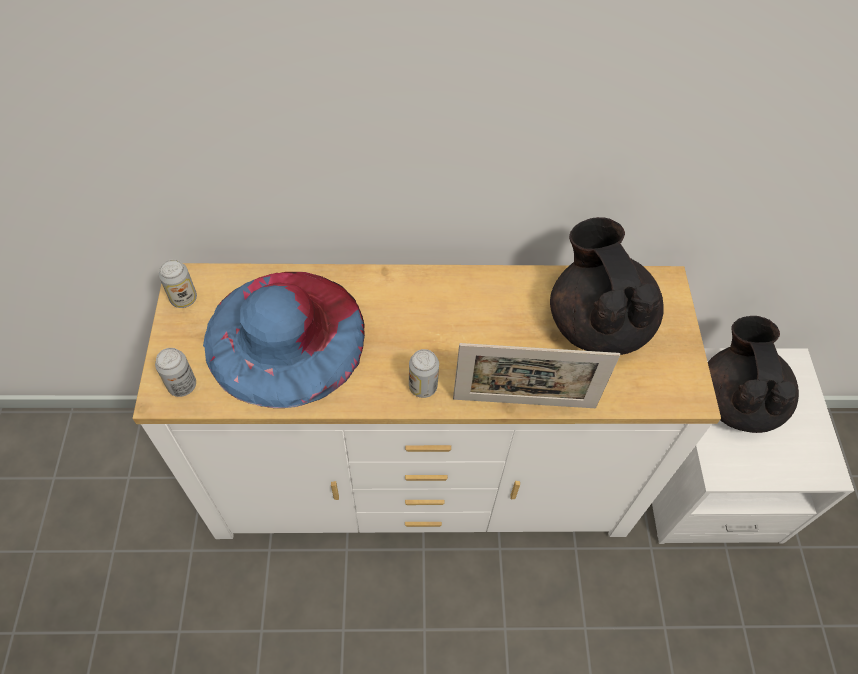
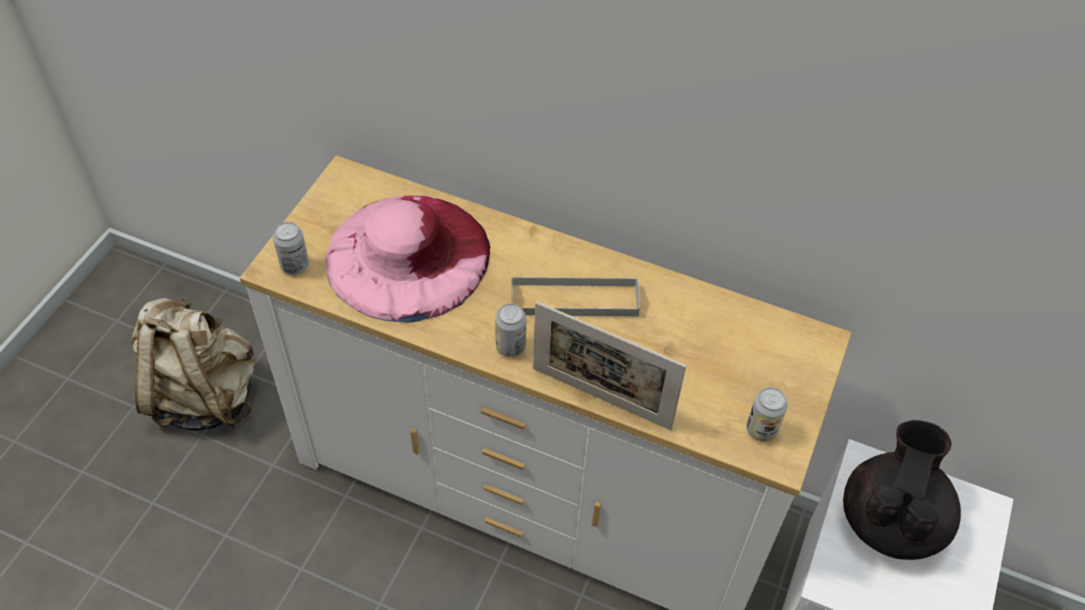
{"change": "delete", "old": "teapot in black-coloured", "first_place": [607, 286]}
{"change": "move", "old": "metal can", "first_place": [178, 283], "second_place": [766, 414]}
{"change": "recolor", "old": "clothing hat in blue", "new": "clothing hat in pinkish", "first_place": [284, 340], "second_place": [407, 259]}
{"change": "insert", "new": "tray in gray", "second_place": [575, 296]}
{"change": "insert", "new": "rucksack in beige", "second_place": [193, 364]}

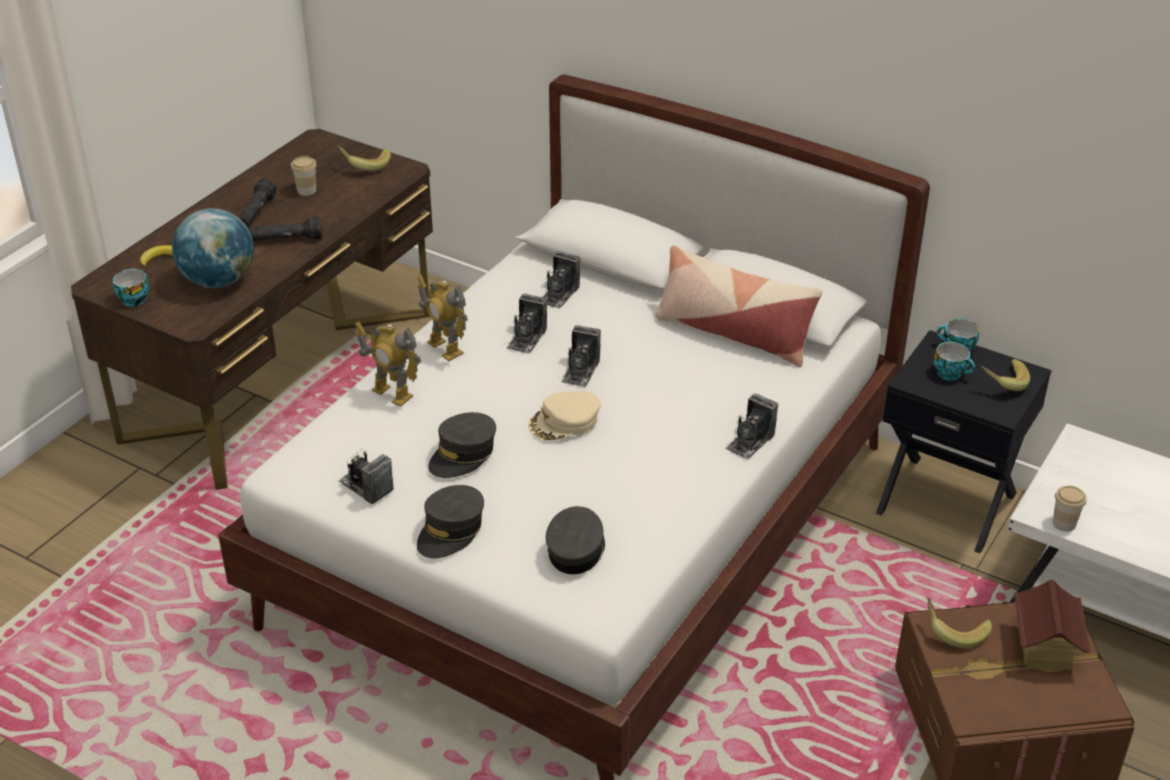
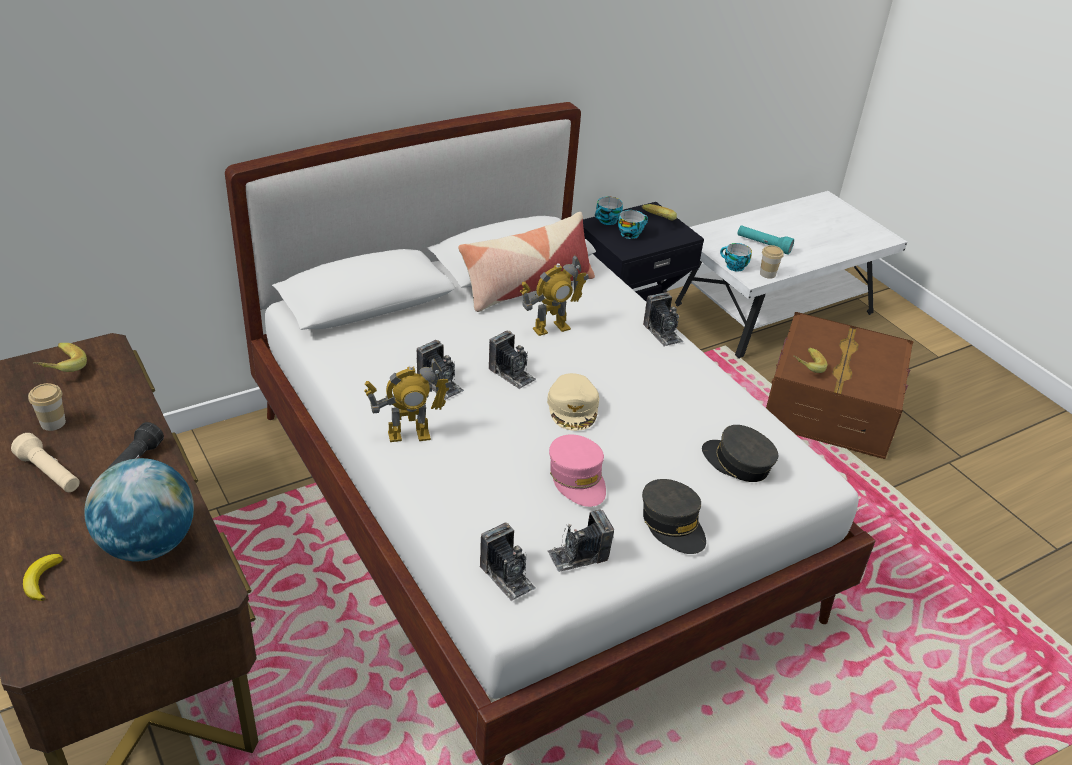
{"change": "recolor", "old": "torch in black-coloured", "new": "torch in beige", "first_place": [257, 203], "second_place": [45, 462]}
{"change": "move", "old": "still camera", "first_place": [561, 280], "second_place": [507, 562]}
{"change": "move", "old": "cup", "first_place": [131, 288], "second_place": [736, 257]}
{"change": "move", "old": "robot figure", "first_place": [388, 364], "second_place": [554, 295]}
{"change": "recolor", "old": "peaked cap in gray", "new": "peaked cap in pinkish", "first_place": [462, 445], "second_place": [577, 470]}
{"change": "delete", "old": "toy house", "first_place": [1052, 624]}
{"change": "insert", "new": "torch in turquoise", "second_place": [765, 240]}

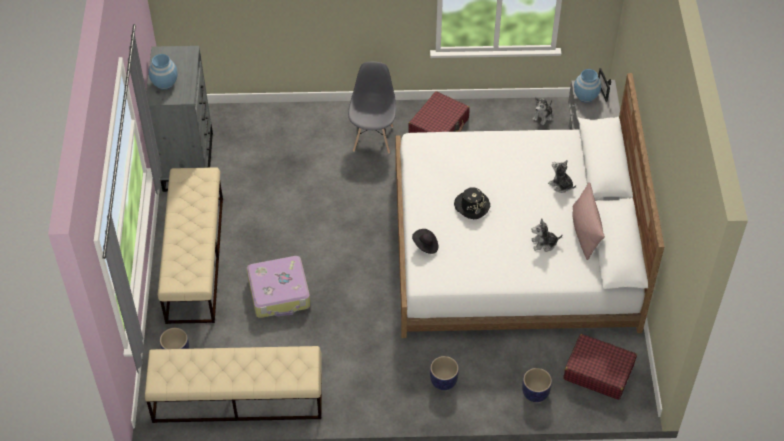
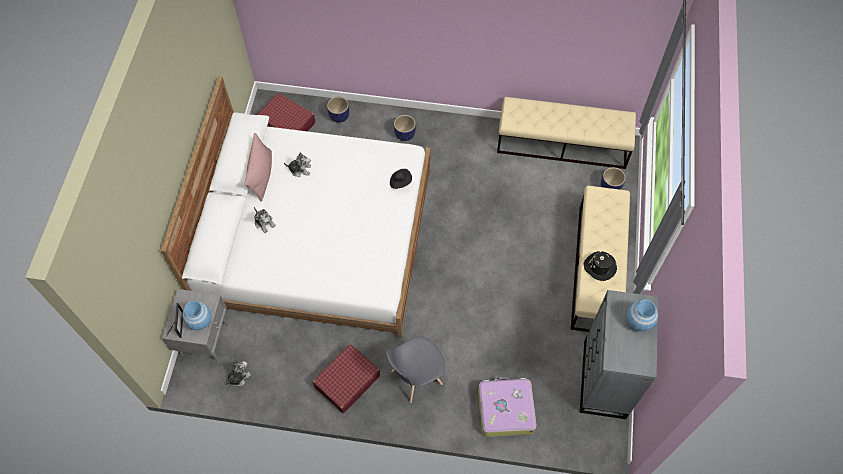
{"change": "rotate", "old": "upright chair in gray", "first_place": [372, 107], "second_place": [415, 370], "degrees": 45}
{"change": "move", "old": "clothing hat in black-coloured", "first_place": [472, 203], "second_place": [600, 266]}
{"change": "move", "old": "piece of luggage", "first_place": [278, 287], "second_place": [507, 407]}

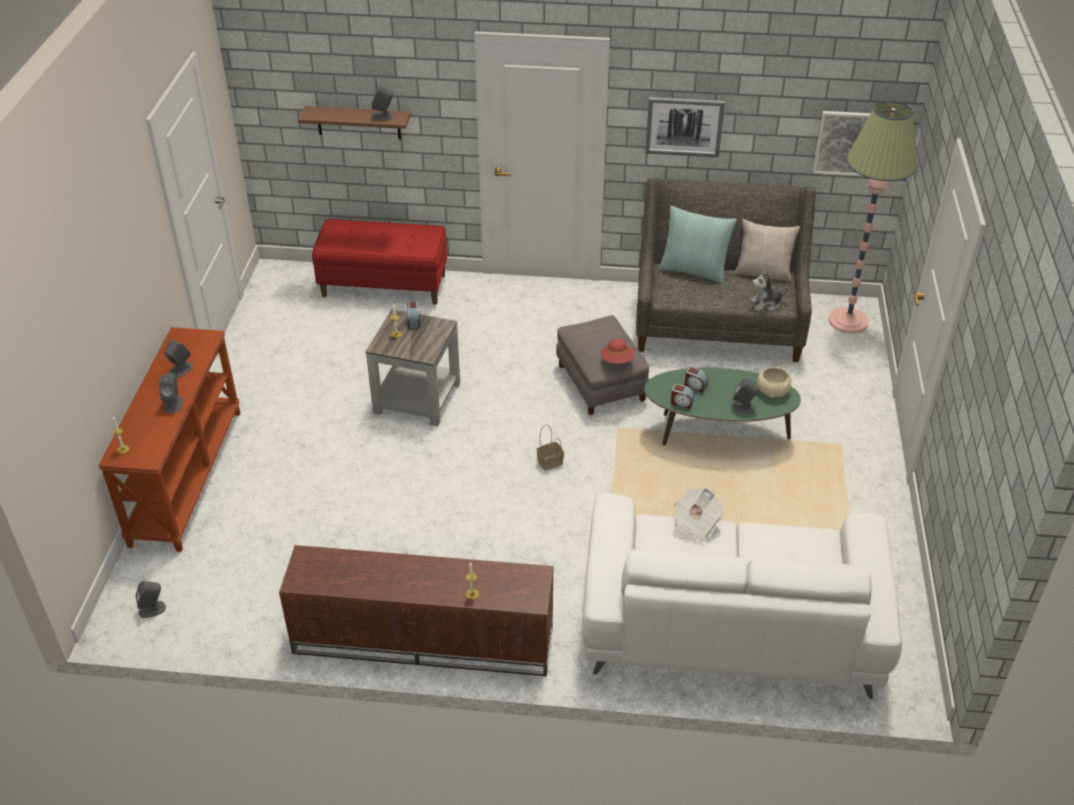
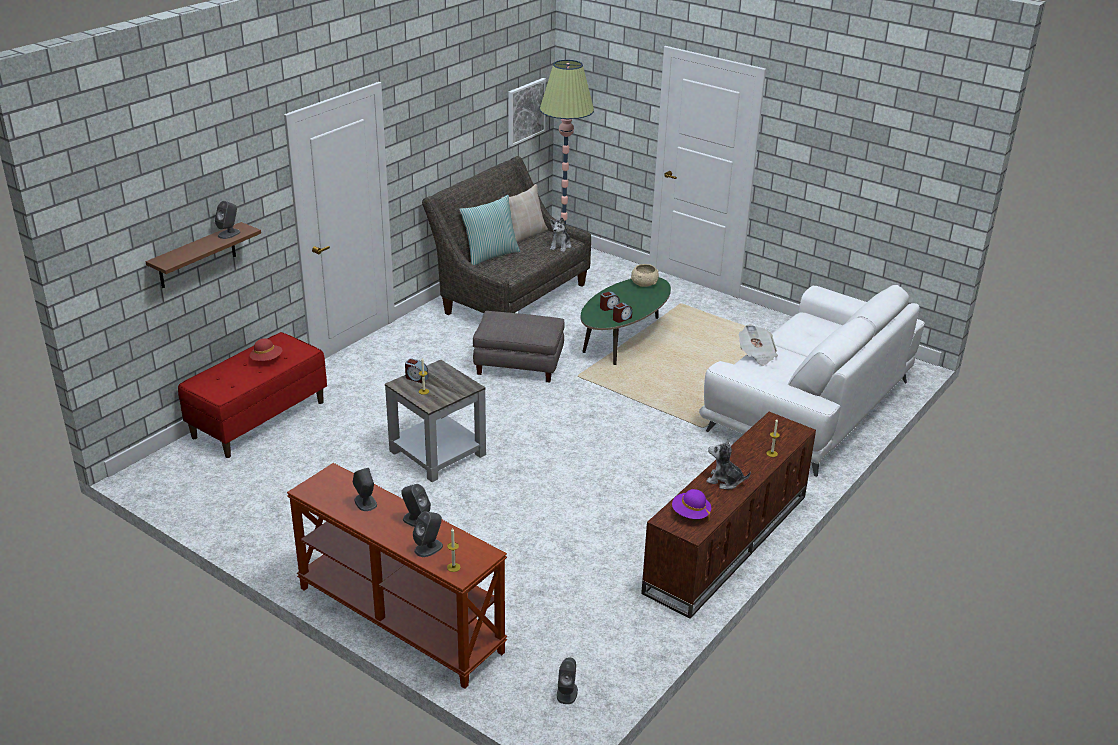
{"change": "delete", "old": "wall art", "first_place": [685, 127]}
{"change": "move", "old": "clothing hat in red", "first_place": [617, 351], "second_place": [265, 349]}
{"change": "move", "old": "loudspeaker in gray", "first_place": [745, 396], "second_place": [428, 534]}
{"change": "delete", "old": "basket", "first_place": [550, 448]}
{"change": "insert", "new": "plush toy", "second_place": [728, 464]}
{"change": "insert", "new": "clothing hat in purple", "second_place": [691, 505]}

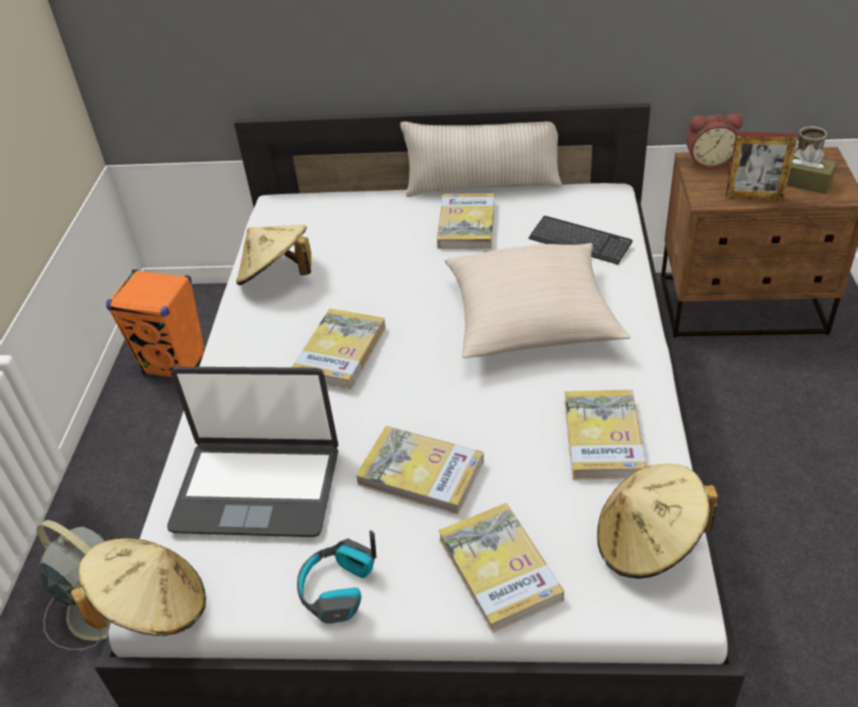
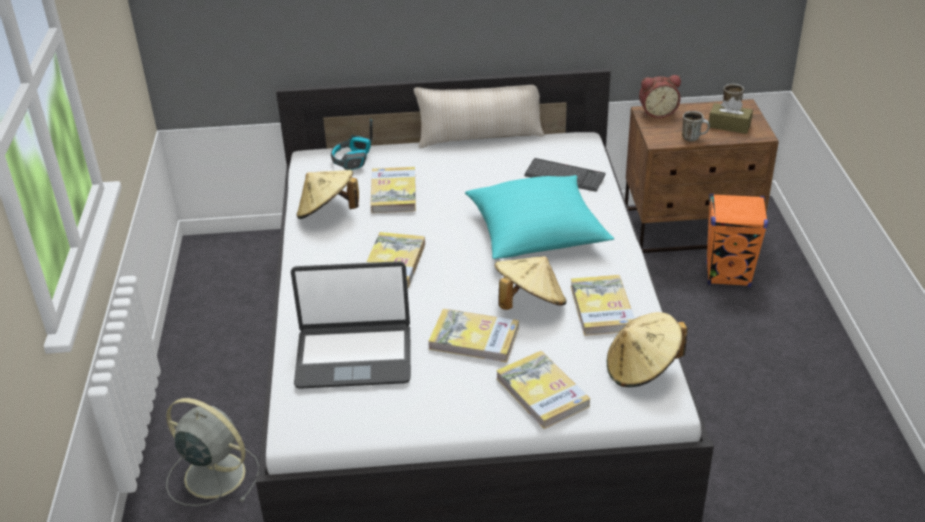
{"change": "replace", "old": "picture frame", "new": "mug", "first_place": [762, 166], "second_place": [696, 126]}
{"change": "move", "old": "bound book", "first_place": [465, 221], "second_place": [393, 190]}
{"change": "recolor", "old": "cushion in beige", "new": "cushion in turquoise", "first_place": [538, 300], "second_place": [539, 217]}
{"change": "move", "old": "loudspeaker in orange-coloured", "first_place": [156, 323], "second_place": [737, 240]}
{"change": "move", "old": "pair of headphones", "first_place": [337, 577], "second_place": [352, 144]}
{"change": "move", "old": "clothing hat in beige", "first_place": [138, 587], "second_place": [530, 283]}

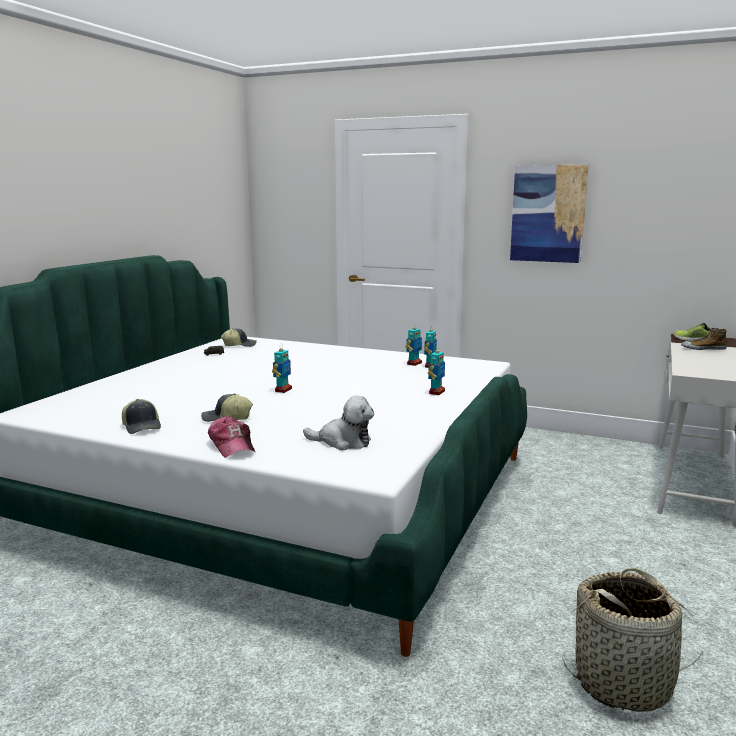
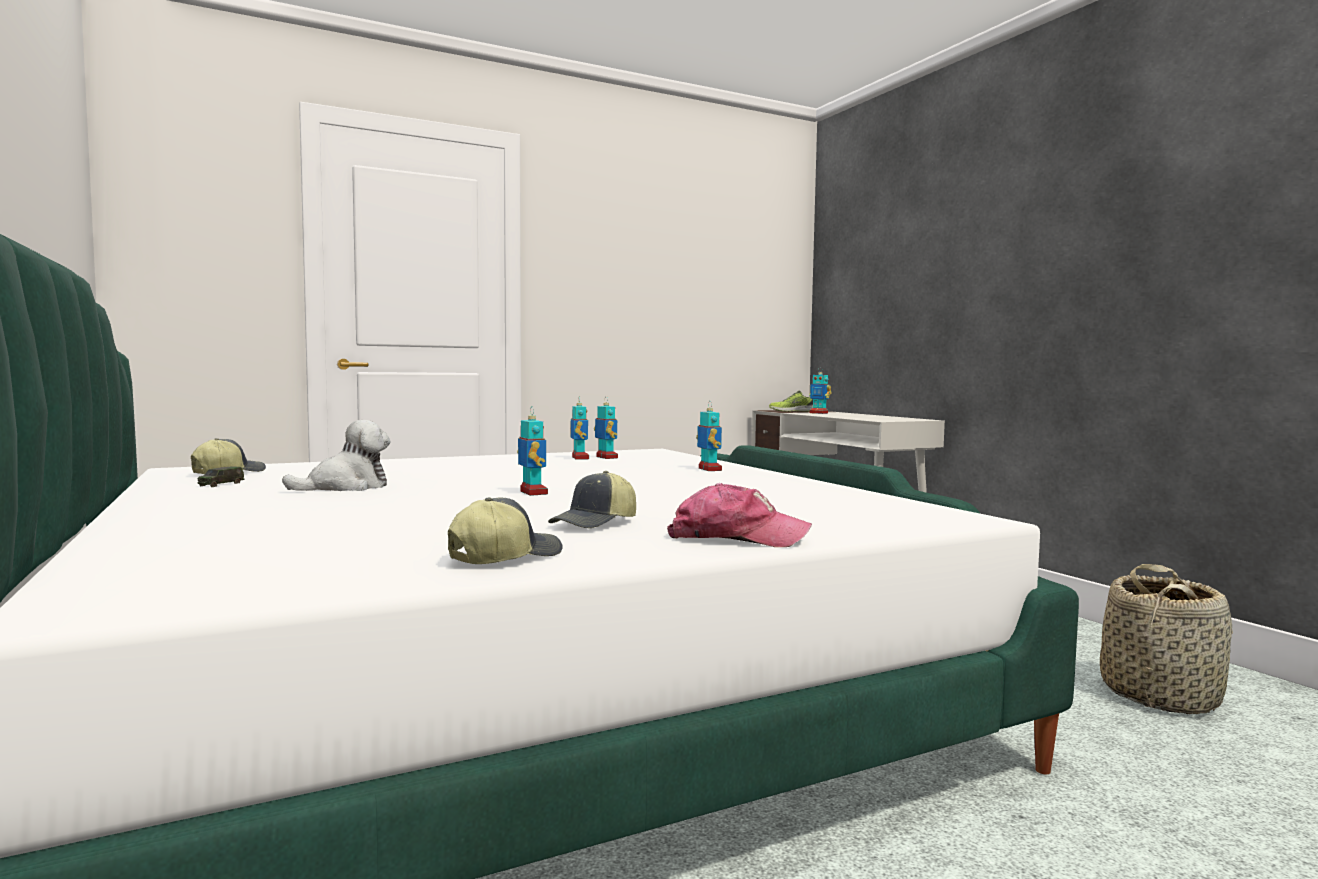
{"change": "delete", "old": "wall art", "first_place": [549, 214]}
{"change": "replace", "old": "shoe", "new": "robot figure", "first_place": [704, 339], "second_place": [820, 390]}
{"change": "move", "old": "plush toy", "first_place": [338, 422], "second_place": [336, 455]}
{"change": "rotate", "old": "peaked cap", "first_place": [141, 416], "second_place": [505, 530], "degrees": -60}

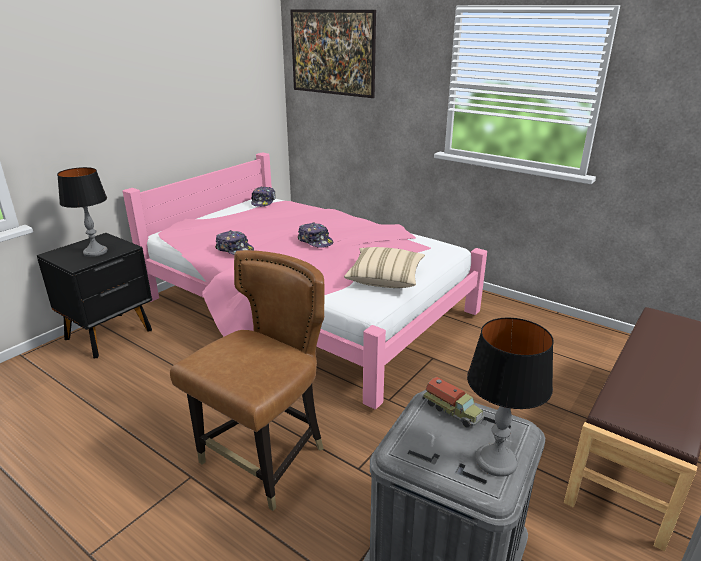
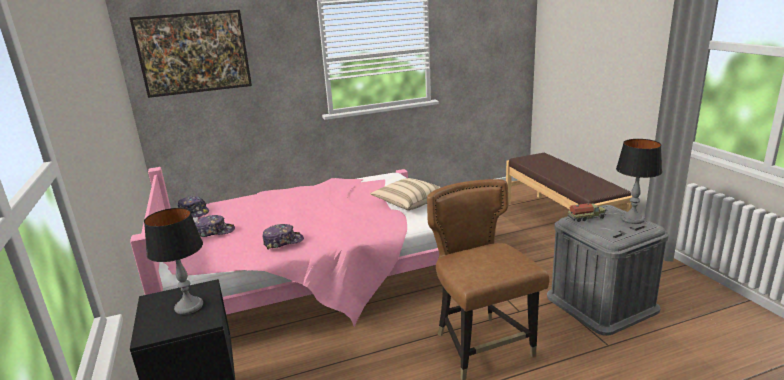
{"change": "move", "old": "peaked cap", "first_place": [315, 235], "second_place": [215, 226]}

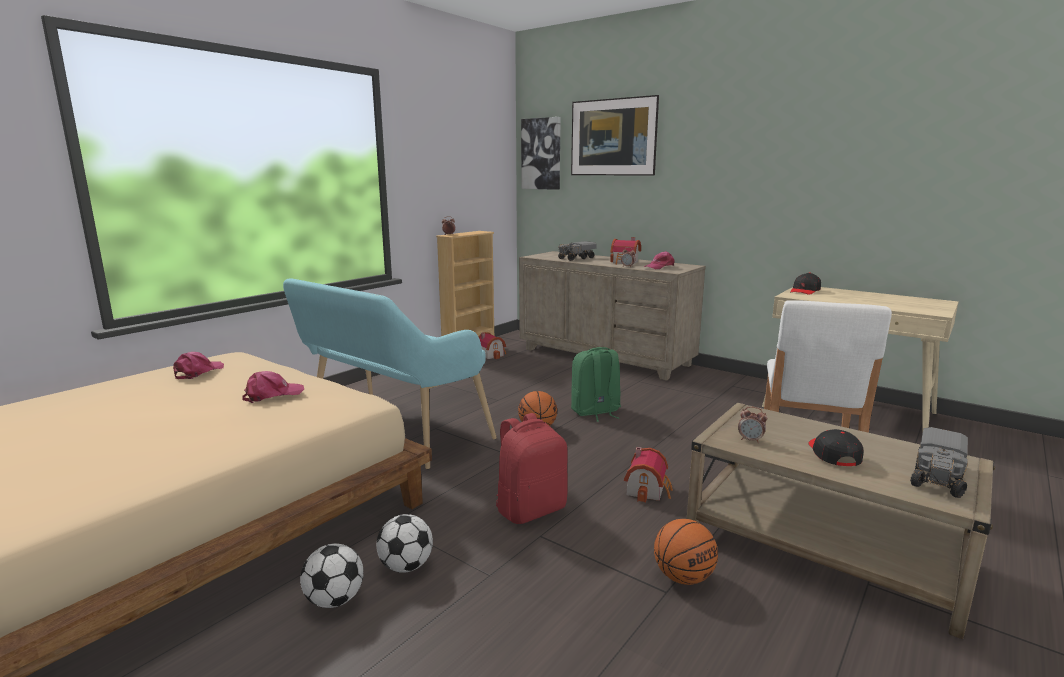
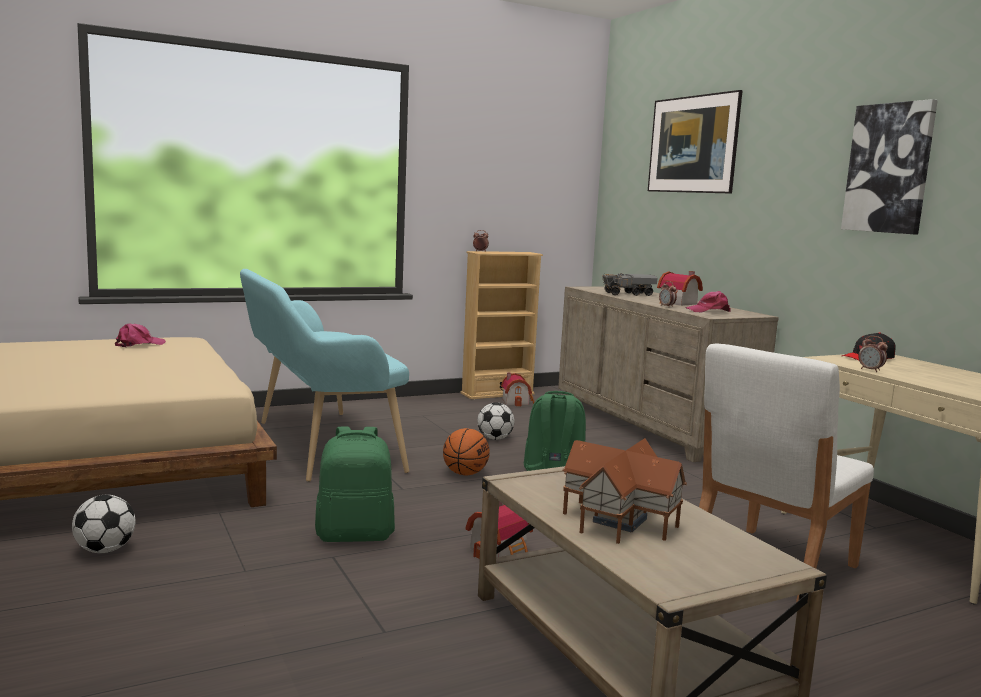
{"change": "move", "old": "wall art", "first_place": [541, 153], "second_place": [889, 167]}
{"change": "delete", "old": "peaked cap in pinkish", "first_place": [273, 387]}
{"change": "move", "old": "table clock", "first_place": [752, 425], "second_place": [873, 354]}
{"change": "recolor", "old": "rucksack in red", "new": "rucksack in green-coloured", "first_place": [532, 468], "second_place": [355, 484]}
{"change": "delete", "old": "toy truck", "first_place": [939, 462]}
{"change": "replace", "old": "peaked cap in black-coloured", "new": "toy house", "first_place": [836, 447], "second_place": [624, 491]}
{"change": "move", "old": "football", "first_place": [404, 543], "second_place": [496, 421]}
{"change": "delete", "old": "basketball ball", "first_place": [686, 552]}

